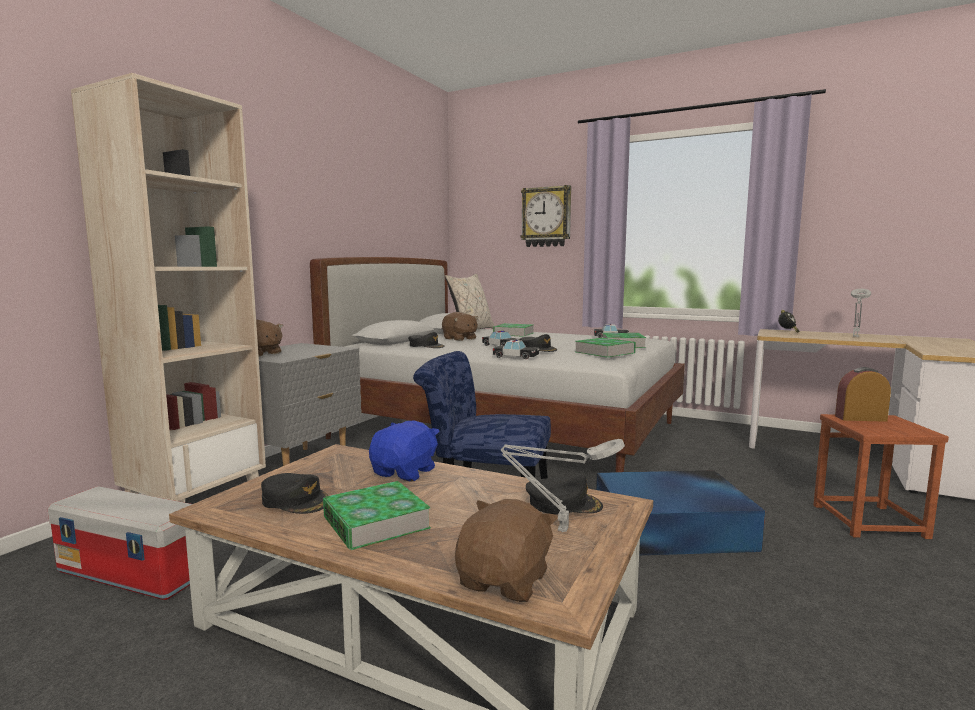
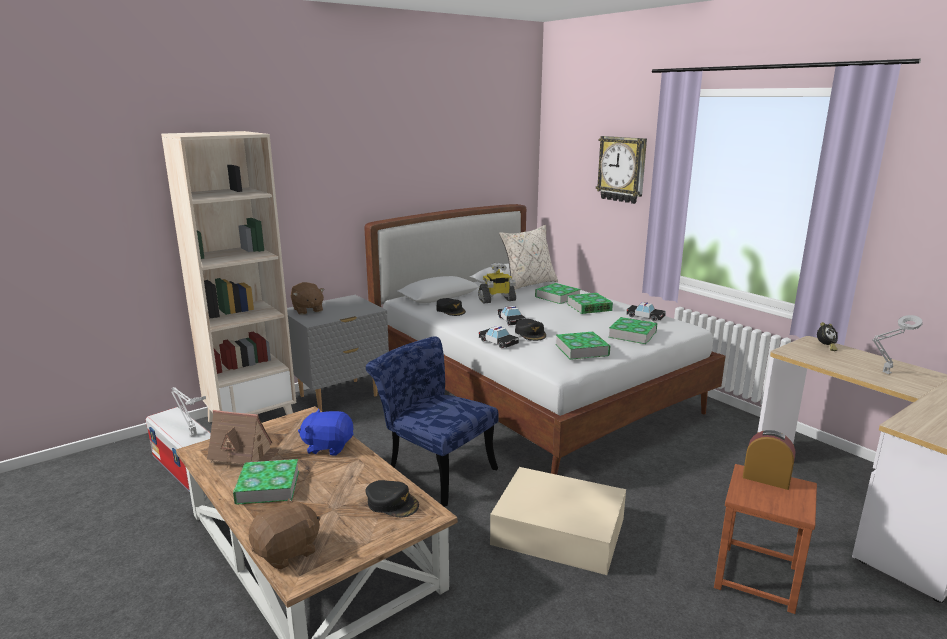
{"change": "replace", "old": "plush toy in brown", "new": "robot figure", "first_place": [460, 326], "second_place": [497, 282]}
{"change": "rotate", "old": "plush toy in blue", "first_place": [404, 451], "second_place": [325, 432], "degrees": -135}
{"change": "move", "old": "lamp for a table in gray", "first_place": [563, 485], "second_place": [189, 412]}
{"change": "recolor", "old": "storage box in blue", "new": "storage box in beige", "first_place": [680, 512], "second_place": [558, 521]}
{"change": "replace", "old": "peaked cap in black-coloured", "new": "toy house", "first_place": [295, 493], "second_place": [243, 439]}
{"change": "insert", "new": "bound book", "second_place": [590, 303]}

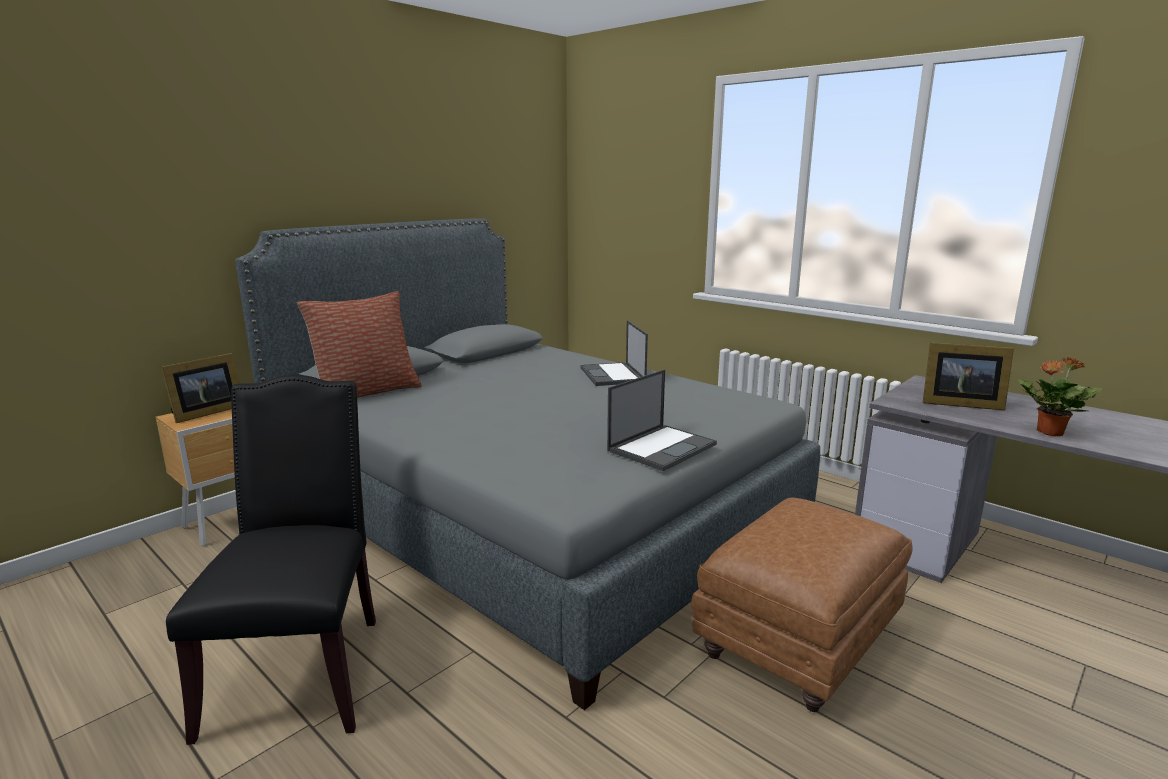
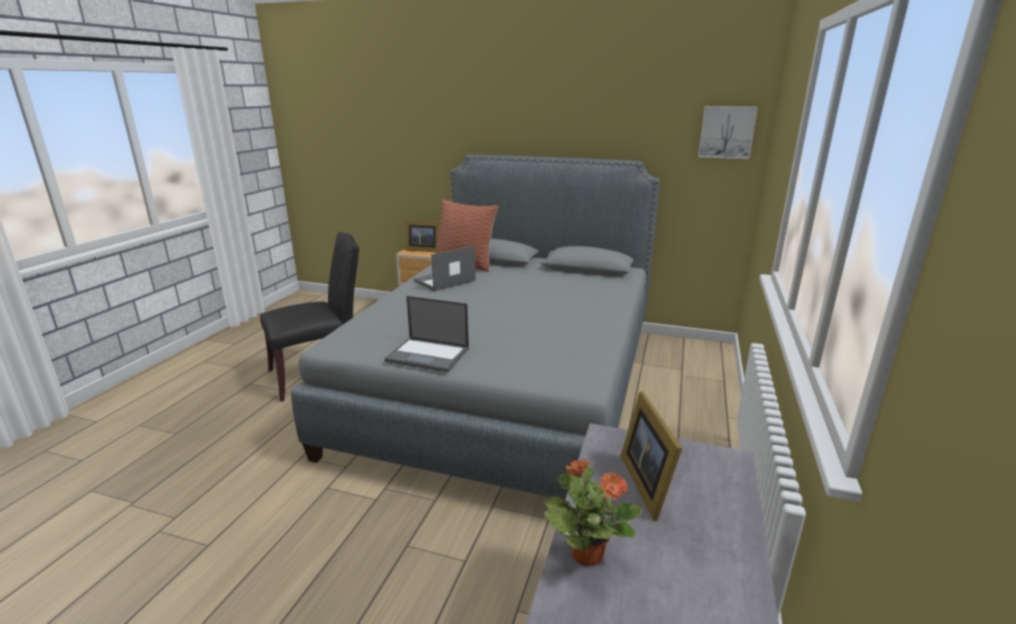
{"change": "move", "old": "laptop", "first_place": [614, 353], "second_place": [445, 268]}
{"change": "delete", "old": "pouffe in brown", "first_place": [802, 605]}
{"change": "insert", "new": "wall art", "second_place": [728, 132]}

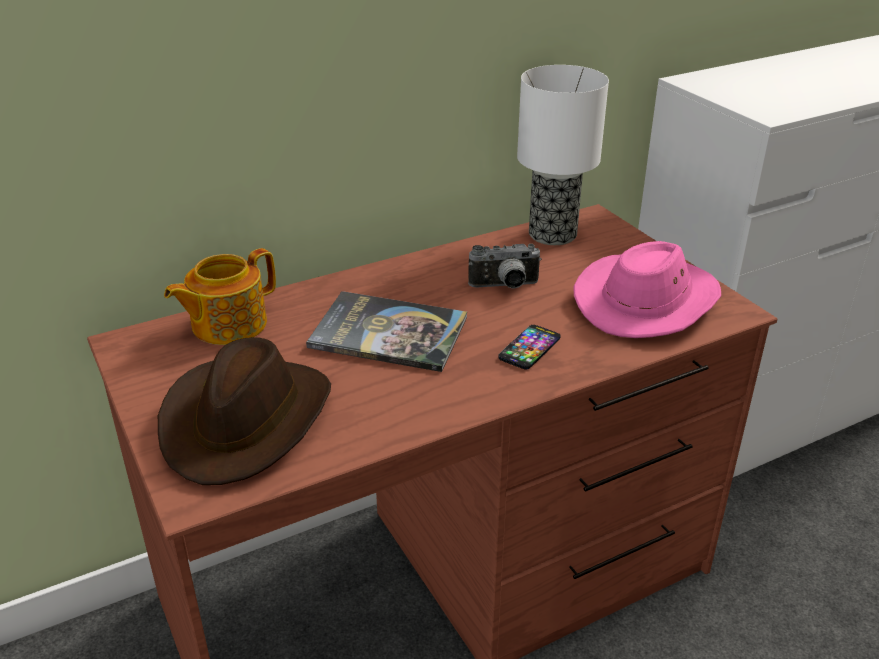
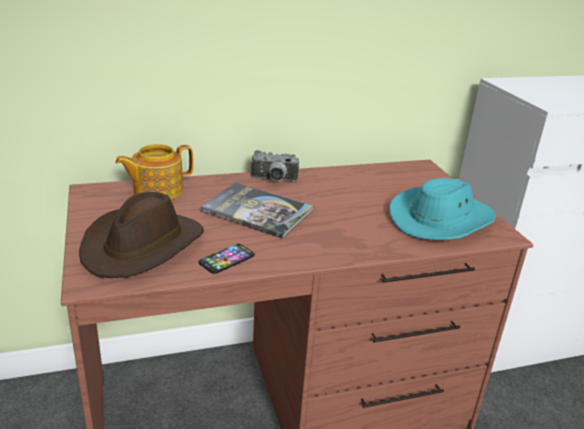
{"change": "delete", "old": "lamp for a table", "first_place": [563, 155]}
{"change": "recolor", "old": "clothing hat in pinkish", "new": "clothing hat in turquoise", "first_place": [647, 289], "second_place": [442, 209]}
{"change": "move", "old": "still camera", "first_place": [505, 266], "second_place": [275, 166]}
{"change": "move", "old": "handset", "first_place": [529, 347], "second_place": [227, 259]}

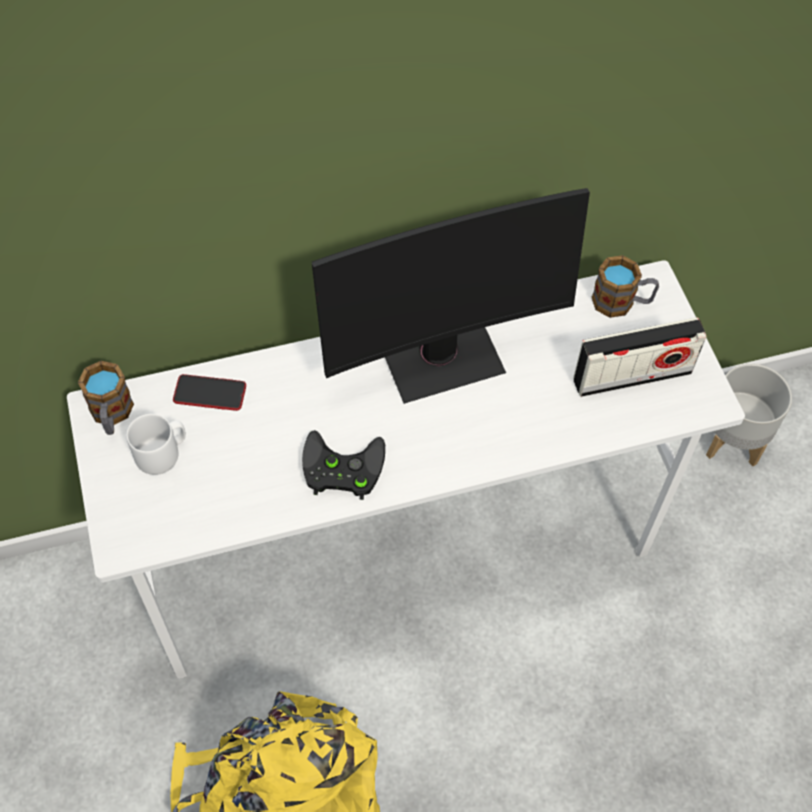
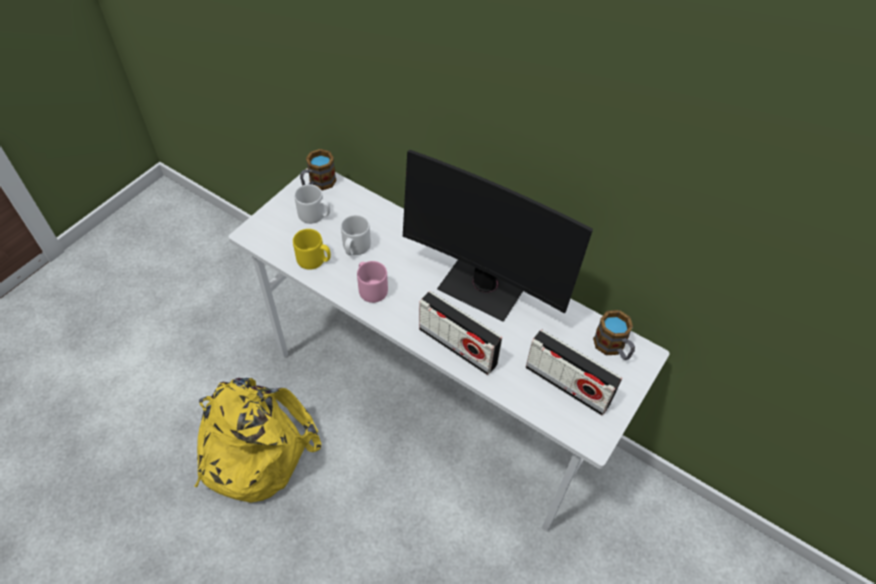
{"change": "delete", "old": "planter in gray", "first_place": [749, 415]}
{"change": "delete", "old": "handset", "first_place": [209, 392]}
{"change": "replace", "old": "game controller in black-coloured", "new": "mug in pinkish", "first_place": [343, 465], "second_place": [372, 282]}
{"change": "insert", "new": "mug in white-coloured", "second_place": [356, 235]}
{"change": "insert", "new": "mug in yellow-coloured", "second_place": [312, 249]}
{"change": "insert", "new": "radio", "second_place": [460, 333]}

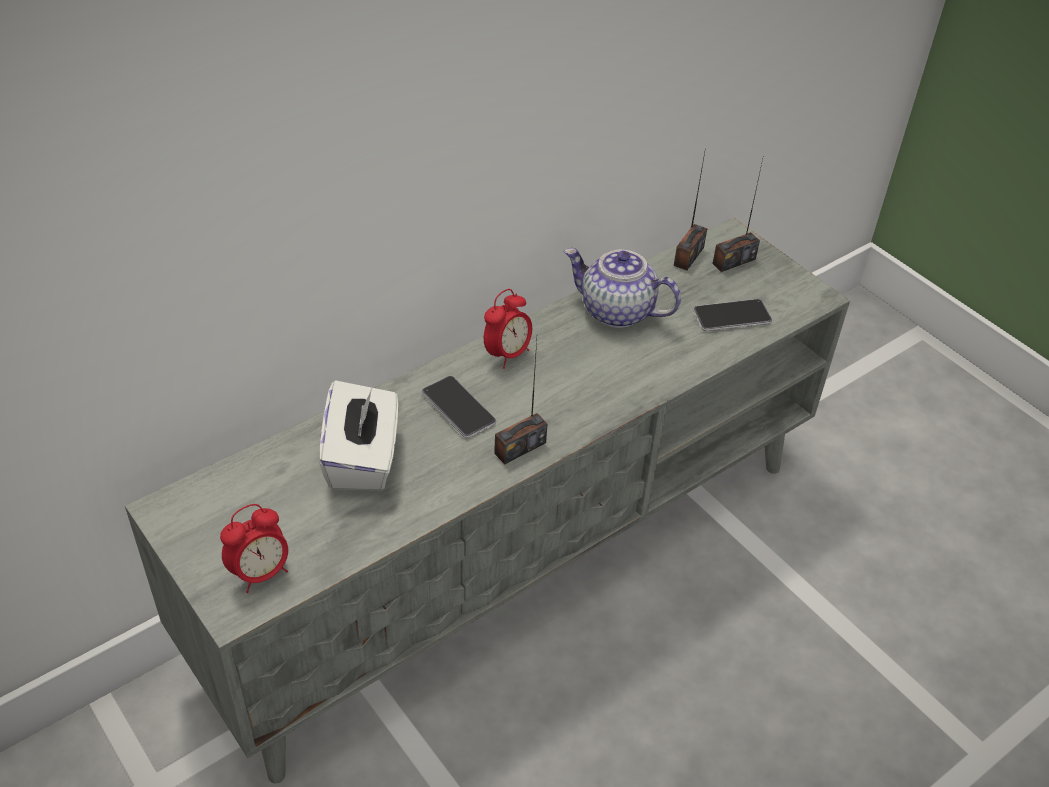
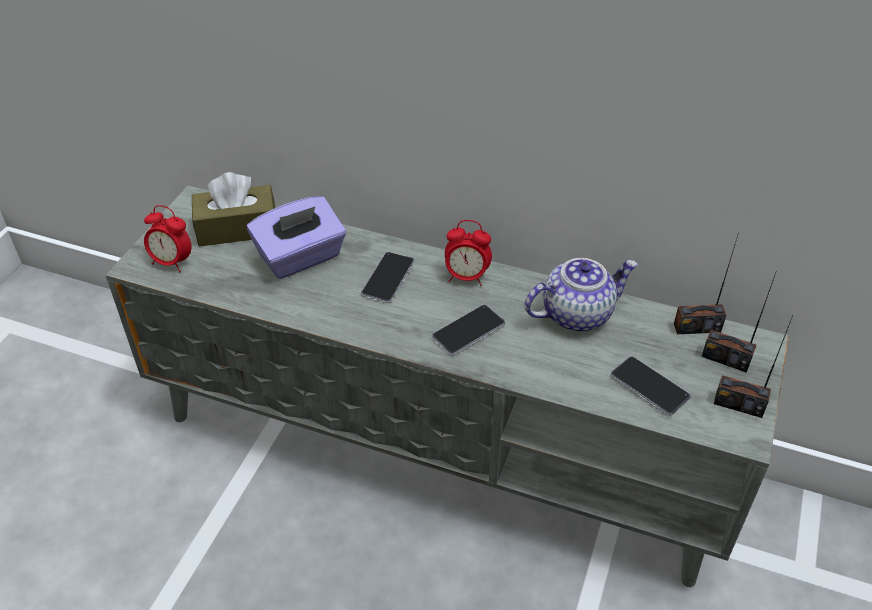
{"change": "rotate", "old": "teapot", "first_place": [622, 288], "second_place": [581, 295], "degrees": 75}
{"change": "move", "old": "radio", "first_place": [521, 402], "second_place": [753, 366]}
{"change": "recolor", "old": "tissue holder in white-coloured", "new": "tissue holder in purple", "first_place": [358, 435], "second_place": [296, 237]}
{"change": "insert", "new": "tissue holder in brown", "second_place": [233, 209]}
{"change": "insert", "new": "handset", "second_place": [468, 330]}

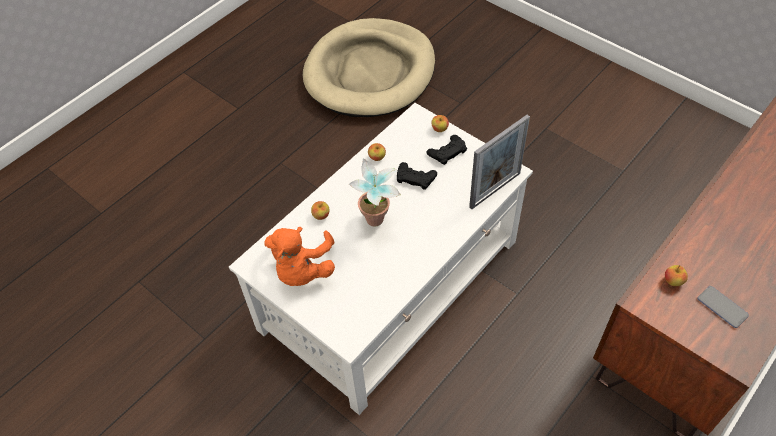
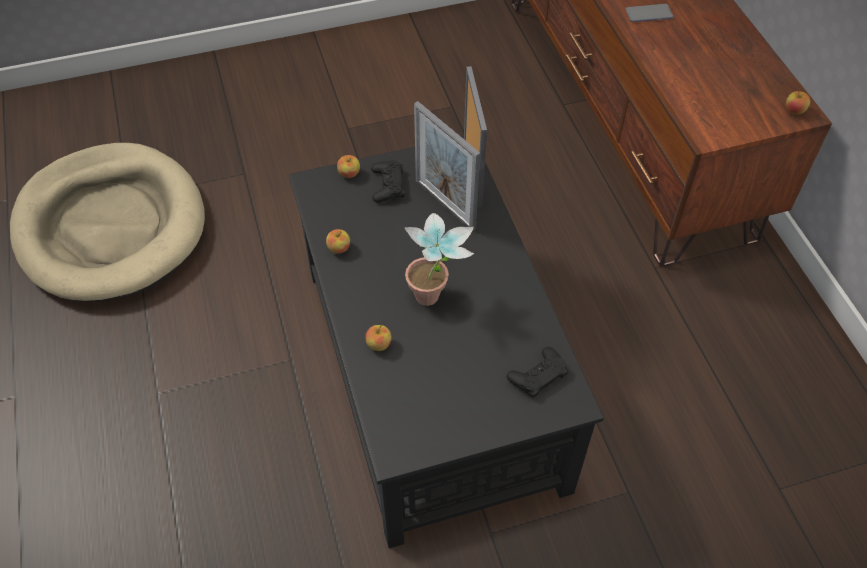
{"change": "recolor", "old": "low table in white-coloured", "new": "low table in black-coloured", "first_place": [381, 259], "second_place": [446, 342]}
{"change": "move", "old": "game controller in black-coloured", "first_place": [417, 176], "second_place": [537, 372]}
{"change": "delete", "old": "plush toy in orange-coloured", "first_place": [299, 256]}
{"change": "move", "old": "whole apple", "first_place": [676, 275], "second_place": [798, 102]}
{"change": "move", "old": "handset", "first_place": [723, 307], "second_place": [650, 13]}
{"change": "insert", "new": "picture frame", "second_place": [447, 166]}

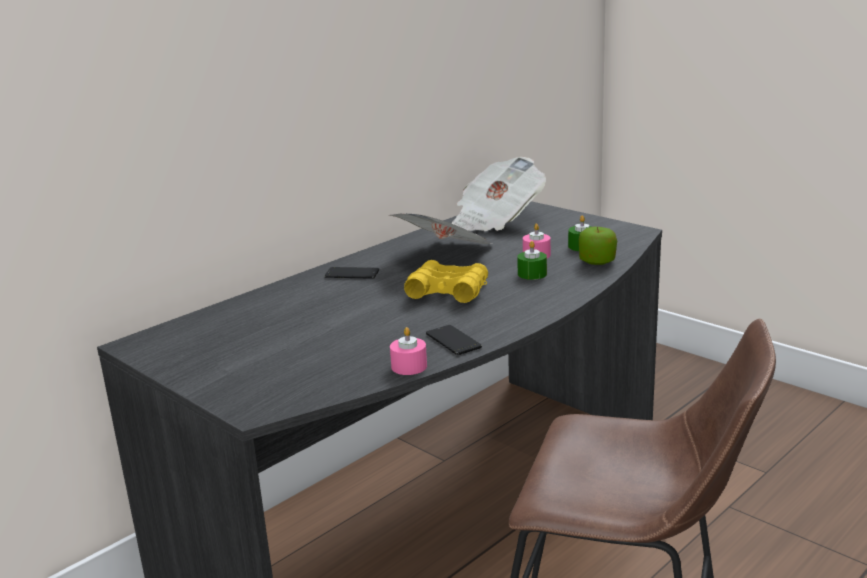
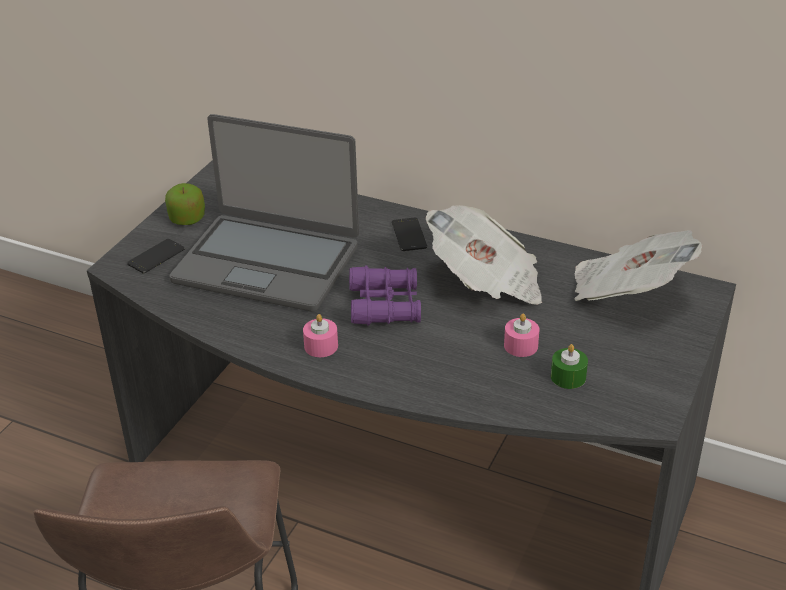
{"change": "move", "old": "whole apple", "first_place": [598, 246], "second_place": [185, 204]}
{"change": "delete", "old": "wax light in green-coloured", "first_place": [532, 260]}
{"change": "recolor", "old": "field glasses in yellow-coloured", "new": "field glasses in purple", "first_place": [446, 281], "second_place": [385, 295]}
{"change": "move", "old": "handset", "first_place": [454, 340], "second_place": [156, 256]}
{"change": "move", "old": "wax light in pinkish", "first_place": [408, 351], "second_place": [320, 335]}
{"change": "insert", "new": "laptop", "second_place": [264, 213]}

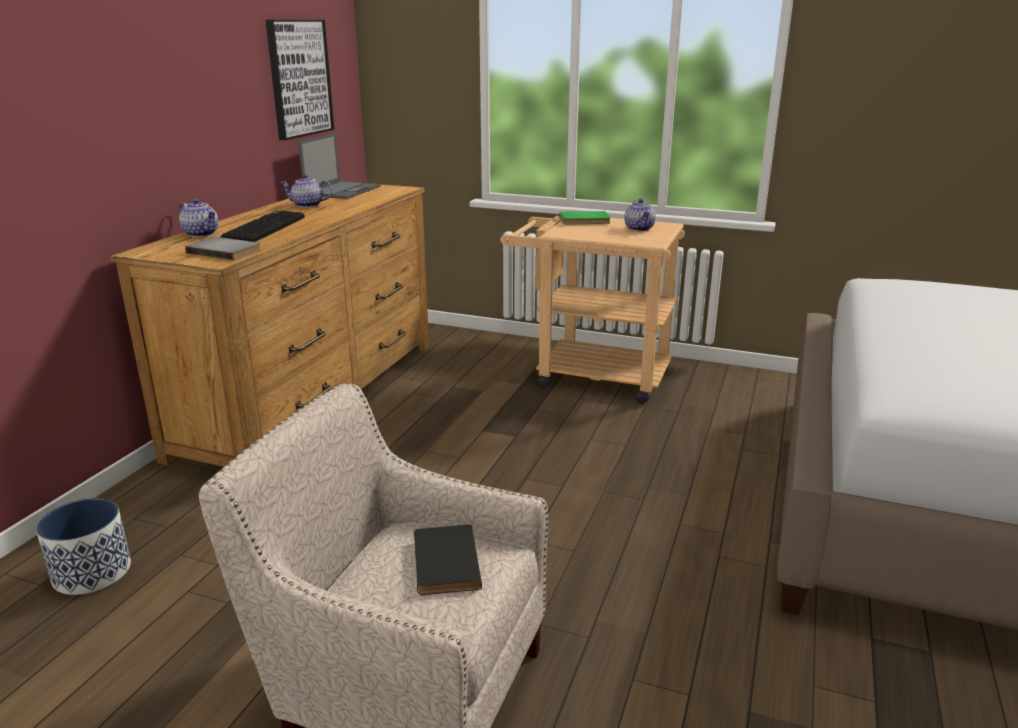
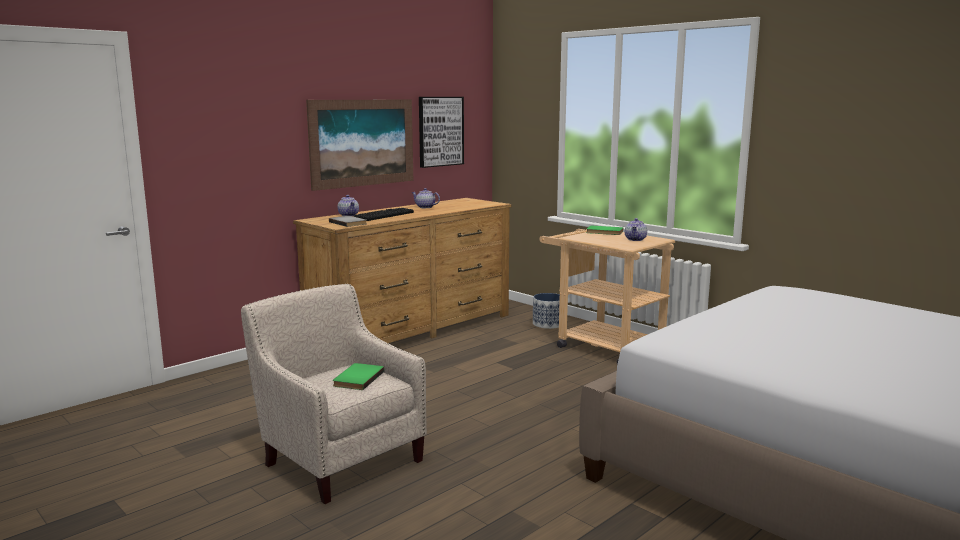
{"change": "delete", "old": "laptop", "first_place": [339, 166]}
{"change": "move", "old": "planter", "first_place": [83, 546], "second_place": [546, 311]}
{"change": "recolor", "old": "bound book in black-coloured", "new": "bound book in green-coloured", "first_place": [448, 560], "second_place": [359, 376]}
{"change": "insert", "new": "wall art", "second_place": [359, 145]}

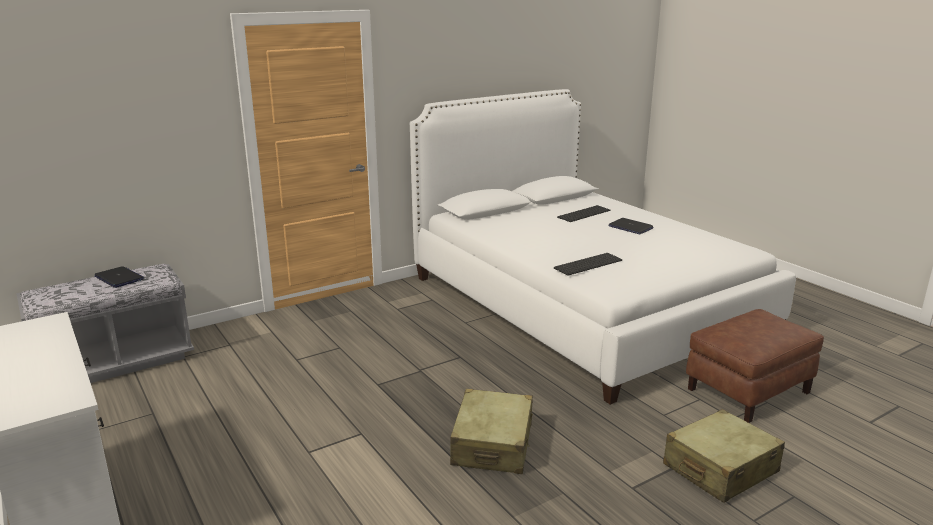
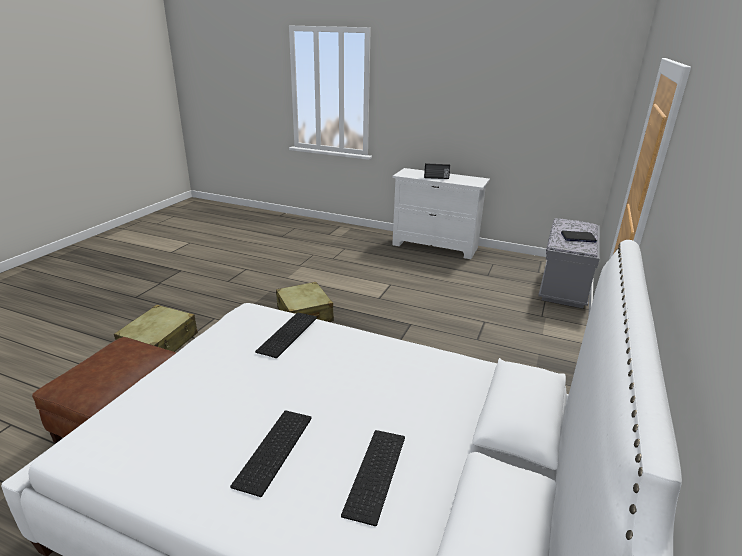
{"change": "replace", "old": "laptop", "new": "PC keyboard", "first_place": [631, 226], "second_place": [271, 453]}
{"change": "insert", "new": "radio", "second_place": [437, 171]}

